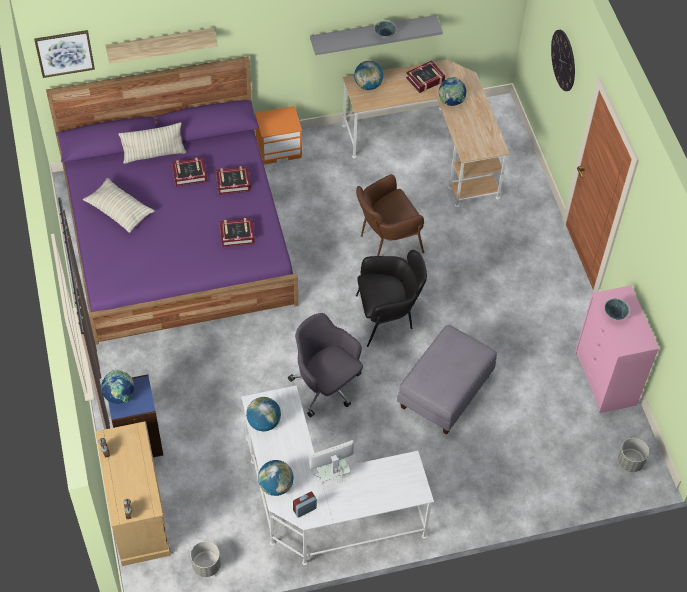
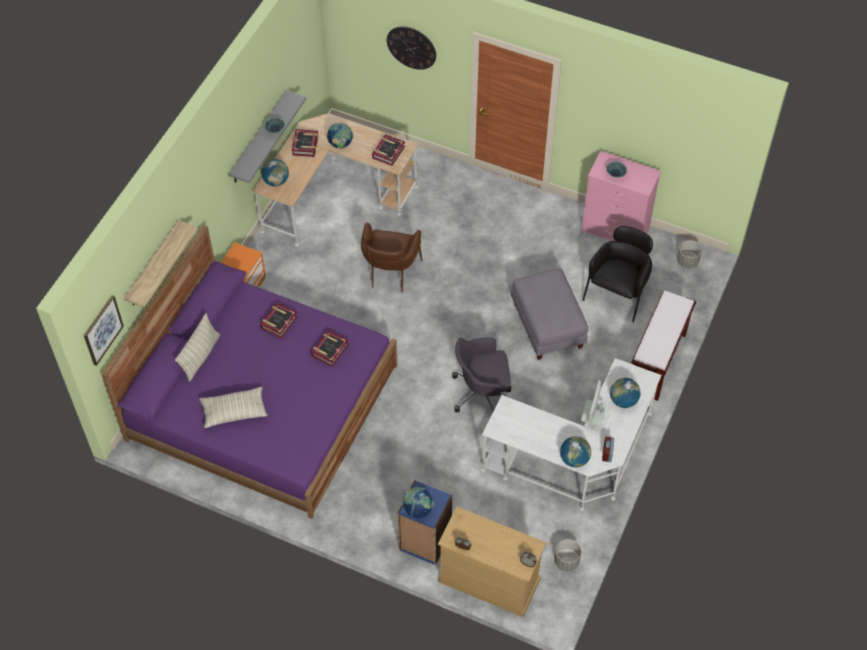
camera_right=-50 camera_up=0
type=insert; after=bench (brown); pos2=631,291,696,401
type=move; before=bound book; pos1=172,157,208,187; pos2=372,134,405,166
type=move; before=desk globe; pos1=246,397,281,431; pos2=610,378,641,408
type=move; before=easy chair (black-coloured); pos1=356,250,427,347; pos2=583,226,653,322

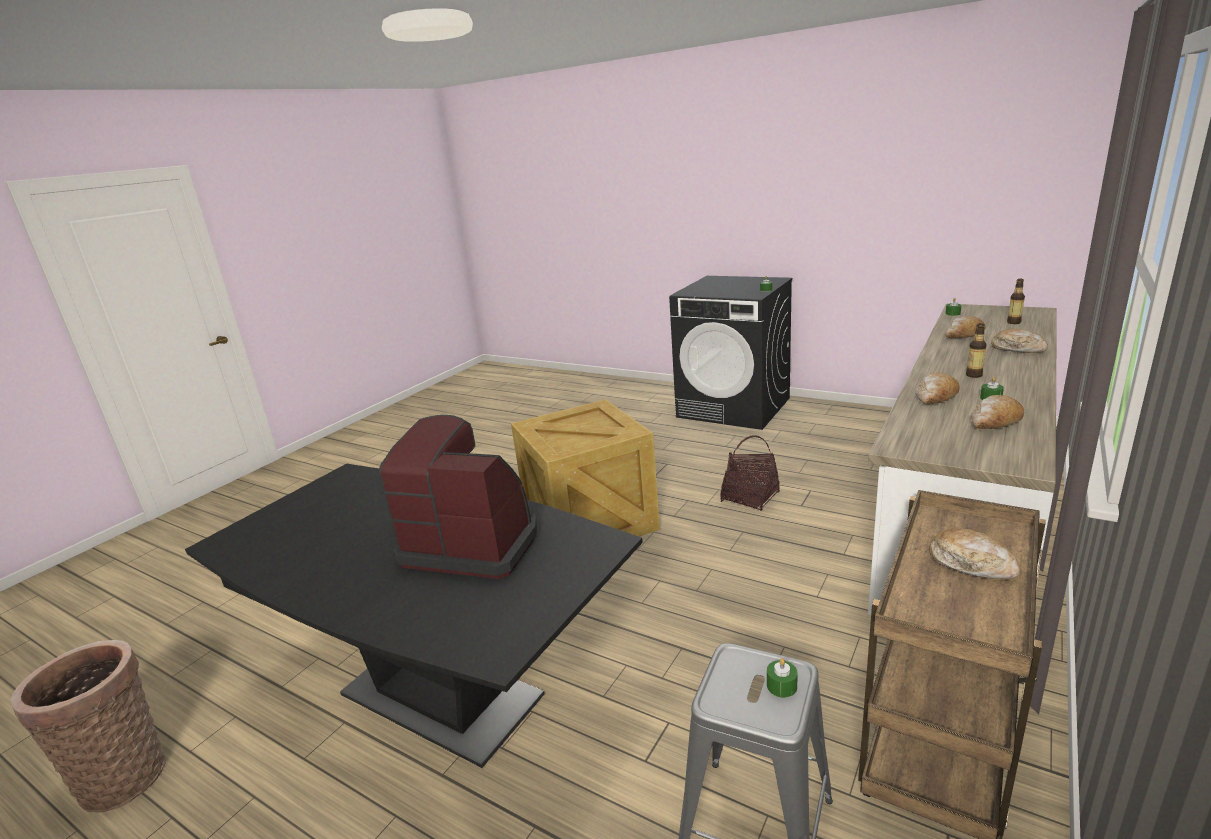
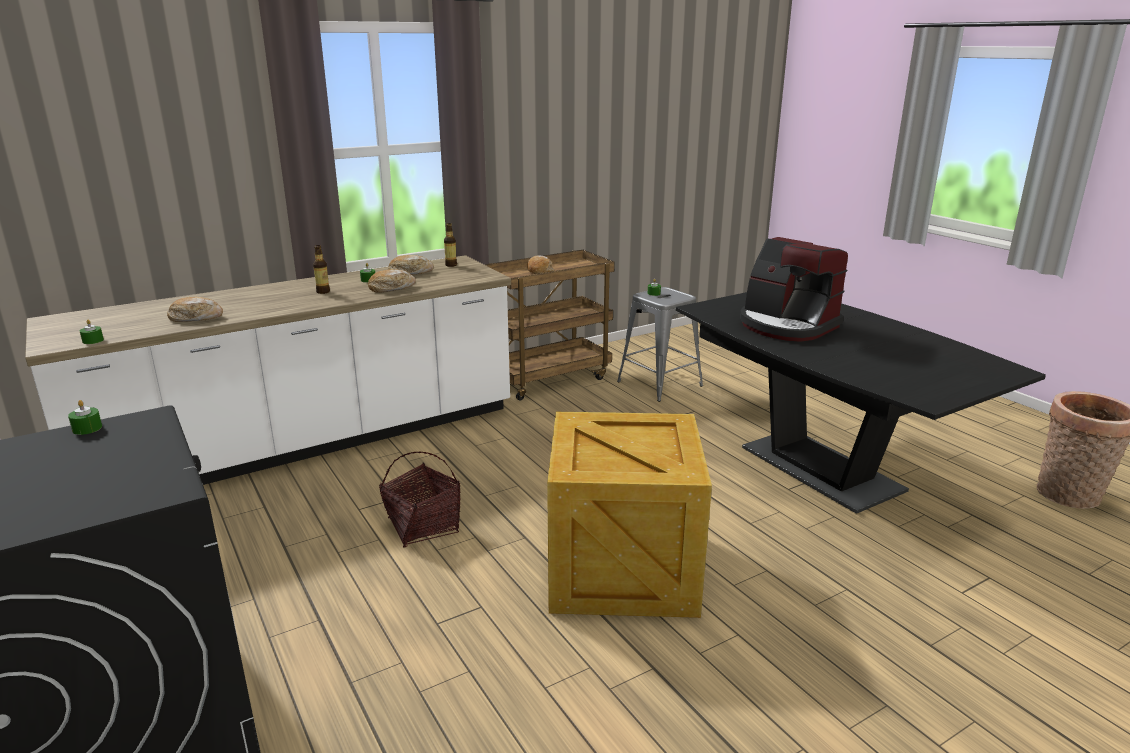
camera_right=-155 camera_up=0
type=delete; before=bakery bread; pos1=991,329,1048,353
type=move; before=bottle; pos1=1007,279,1025,324; pos2=444,223,457,267

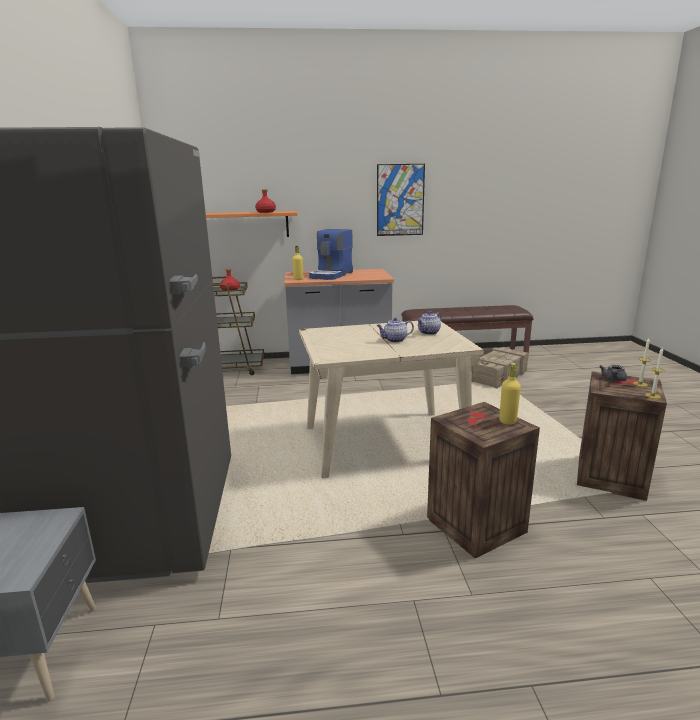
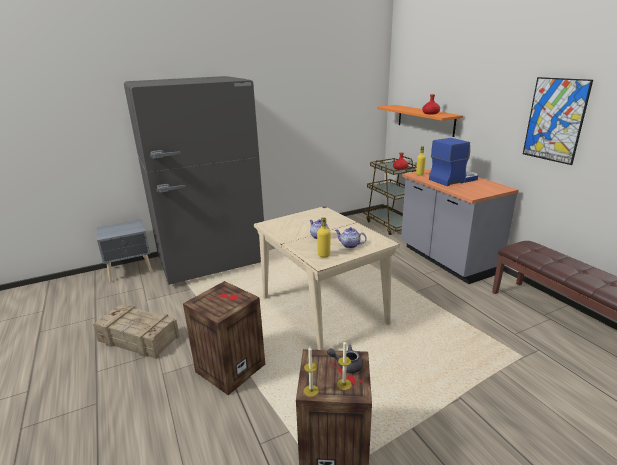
camera_right=70 camera_up=5
type=move; before=shipping crate; pos1=471,347,529,389; pos2=93,305,180,359
type=move; before=bottle (yellowish); pos1=499,363,521,425; pos2=317,217,331,258
type=rotate; before=coffee machine; pos1=309,229,353,280; pos2=429,138,478,186; turn=150

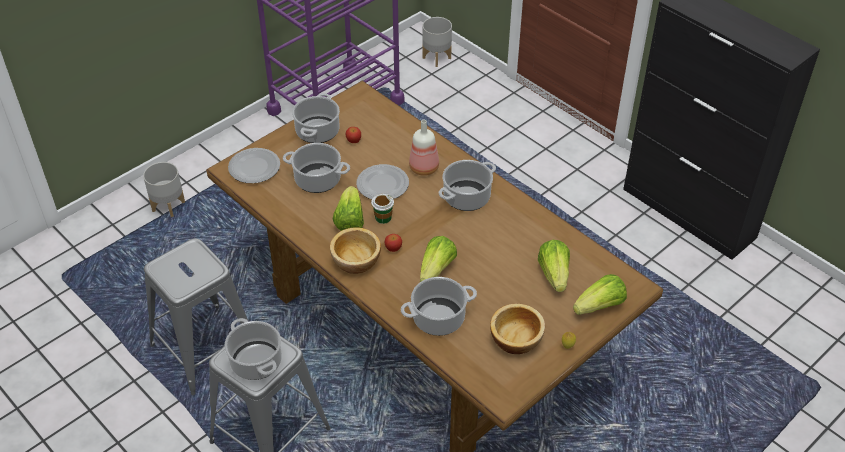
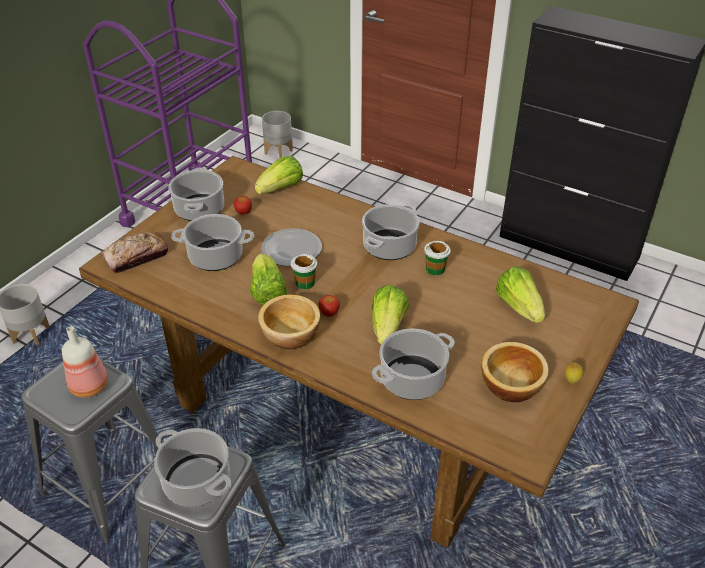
camera_right=-15 camera_up=-5
type=insert; after=drinking cup; pos2=424,241,451,276
type=move; before=bottle; pos1=409,120,439,176; pos2=62,326,108,398
type=move; before=head of lettuce; pos1=573,274,627,315; pos2=255,156,303,194
type=replace; before=dinner plate; after=bakery bread; pos1=228,148,280,183; pos2=102,232,168,273

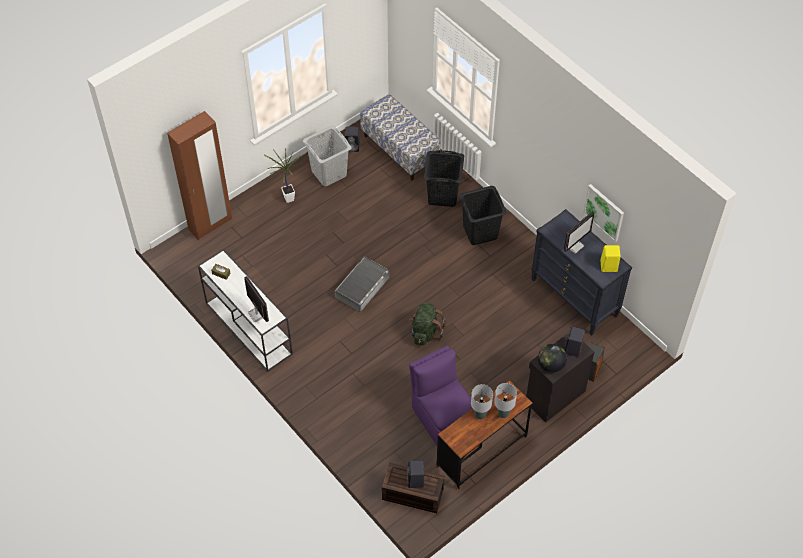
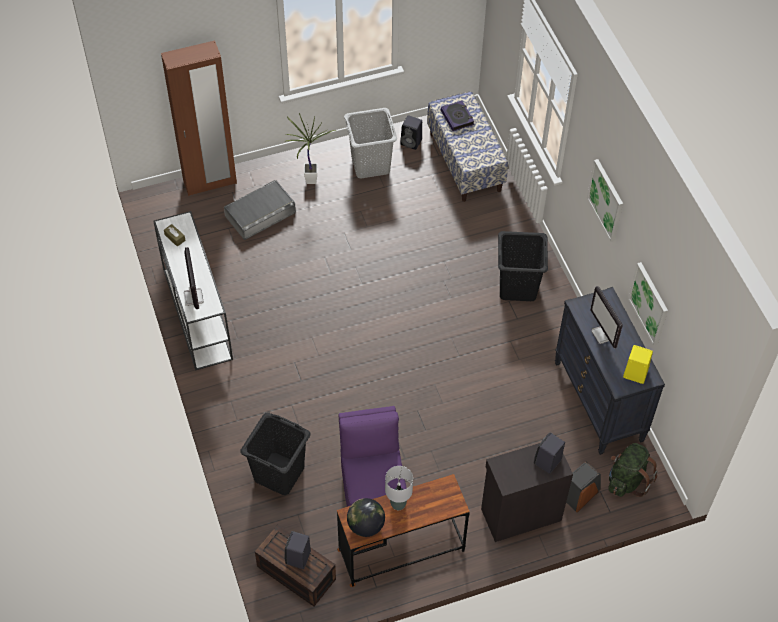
camera_right=20 camera_up=0
type=delete; before=tabletop lamp (greyish); pos1=494,383,517,418
type=insert; after=bound book; pos2=441,101,474,131
type=insert; after=wall picture; pos2=587,159,623,242
type=move; before=storage box (greyish); pos1=335,257,389,312; pos2=224,180,296,240
type=move; before=rucksack (green); pos1=409,303,446,345; pos2=608,443,658,497
type=move; before=washing basket (black-coloured); pos1=424,150,464,207; pos2=240,413,310,495
type=move; before=desk globe; pos1=538,344,567,373; pos2=347,498,385,537
type=rotate; before=monitor; pos1=564,211,595,253; pos2=590,286,623,348; turn=90

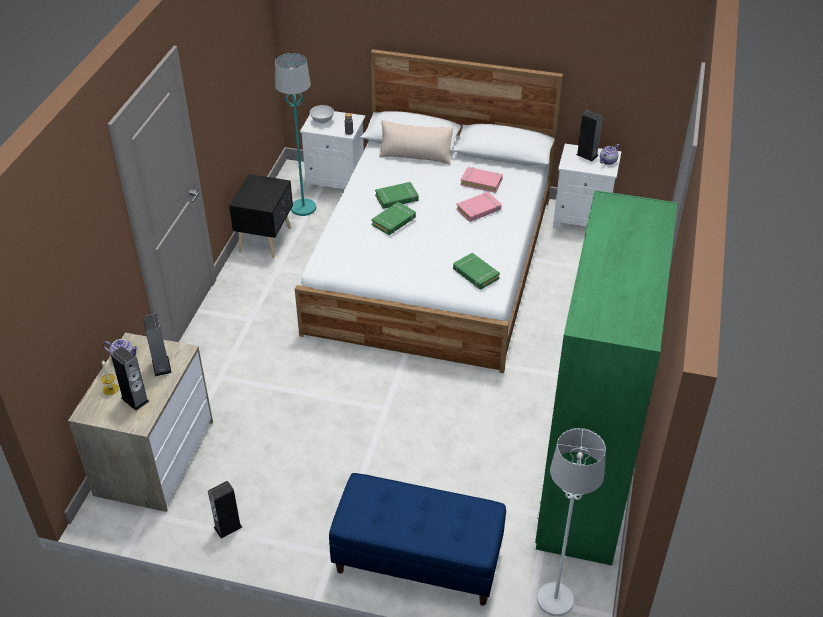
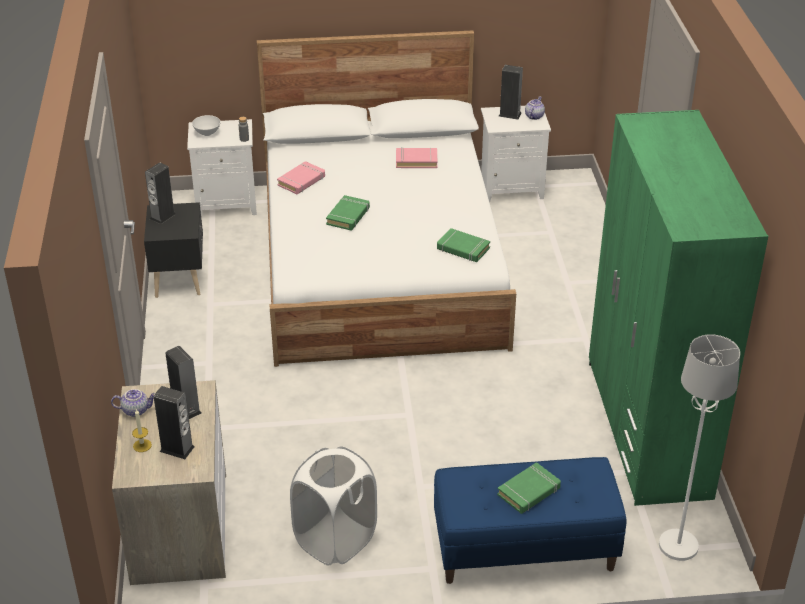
camera_right=-20 camera_up=-5
type=delete; before=standing lamp (turquoise); pos1=275,53,316,216
type=delete; before=cushion (sand-coloured); pos1=379,120,454,165
type=insert; after=washing basket (whitish); pos2=290,446,377,566
type=move; before=loudspeaker; pos1=208,481,242,539; pos2=145,162,176,224
type=move; before=bound book (green); pos1=375,182,419,209; pos2=497,462,561,514
type=move; before=bound book (pink); pos1=456,192,502,222; pos2=277,161,325,194

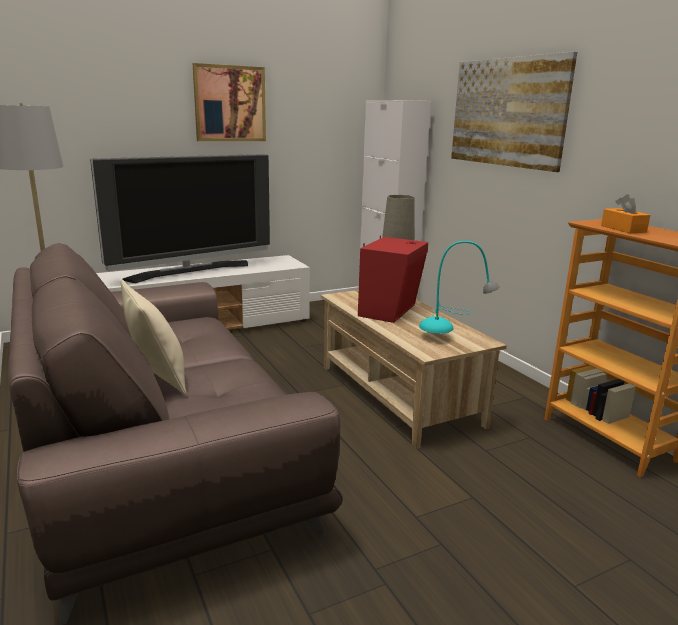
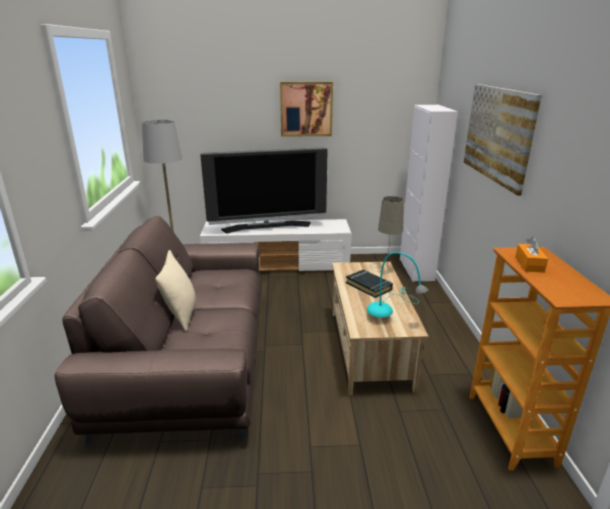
camera_right=25 camera_up=5
type=replace; before=loudspeaker (red); after=bound book (black-coloured); pos1=358,235,428,323; pos2=346,270,393,298

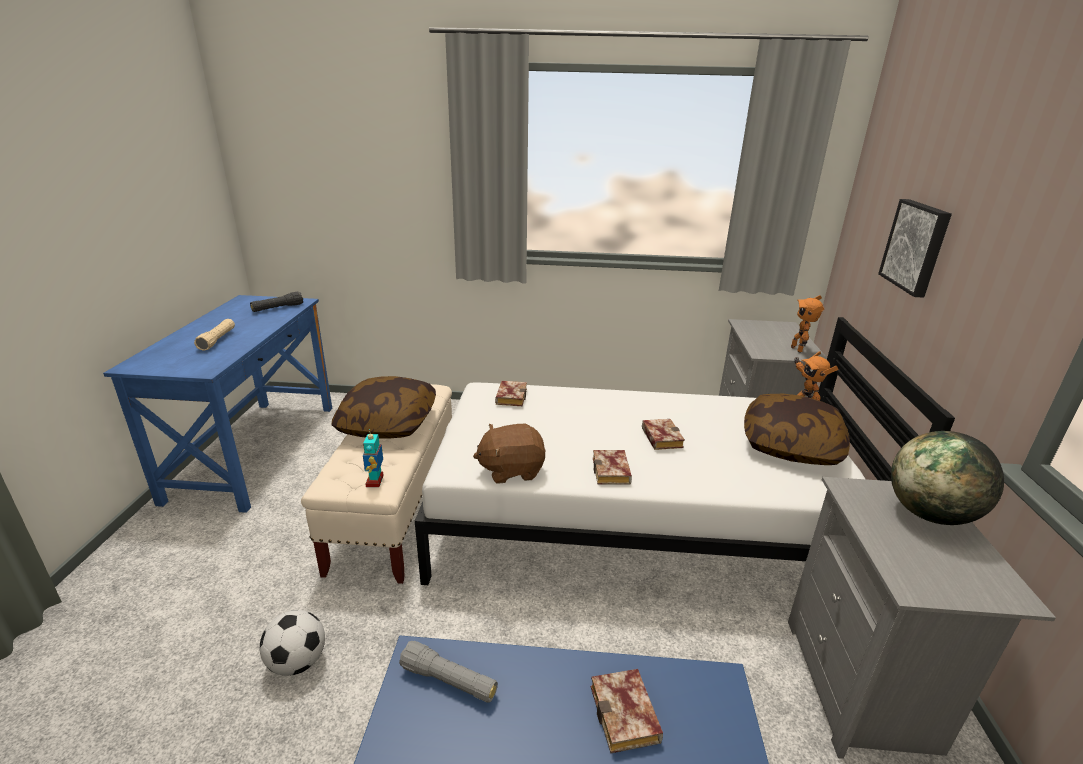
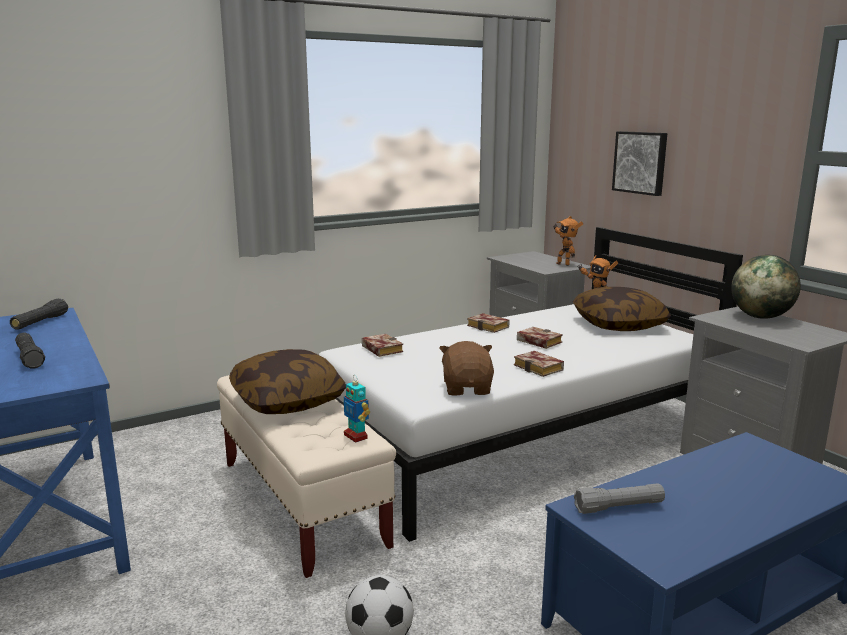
camera_right=-35 camera_up=-10
type=move; before=bound book; pos1=591,669,663,753; pos2=467,313,510,333
type=recolor; before=torch (sand-coloured); after=torch (black-coloured); pos1=194,319,235,351; pos2=15,333,45,369
type=rotate; before=soft toy (brown); pos1=473,424,546,484; pos2=439,341,494,395; turn=135

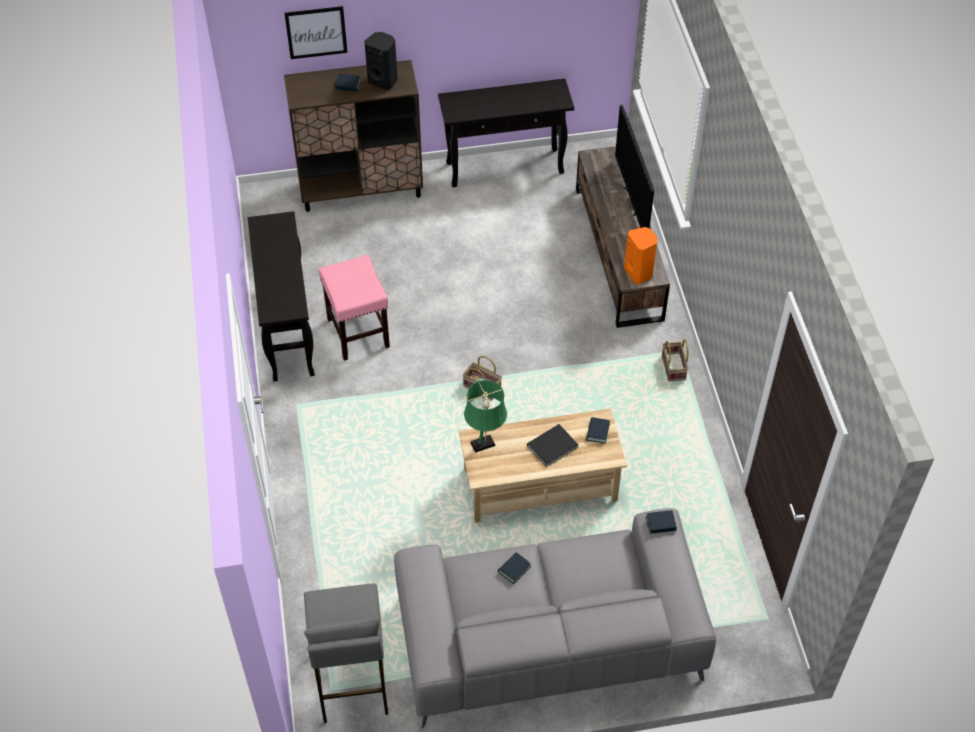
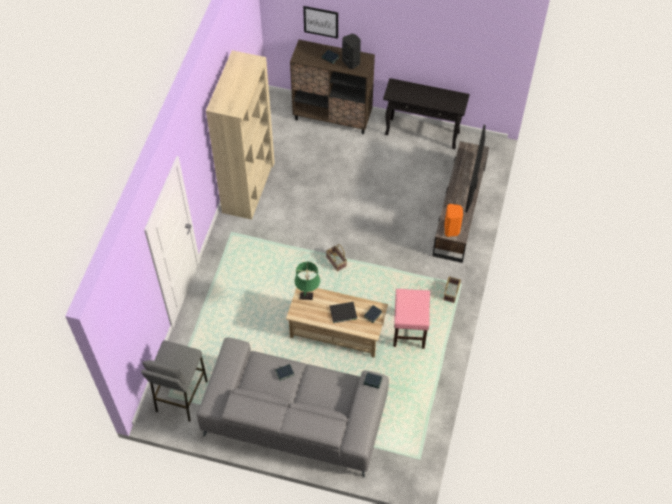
camera_right=25 camera_up=5
type=move; before=stool seat (pink); pos1=319,255,390,361; pos2=393,289,430,349
type=replace; before=console table (black-coloured); after=shelving unit (sand-coloured); pos1=248,211,315,381; pos2=206,50,275,220

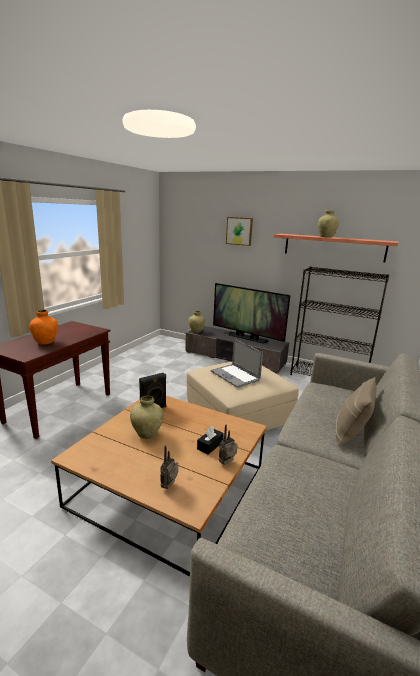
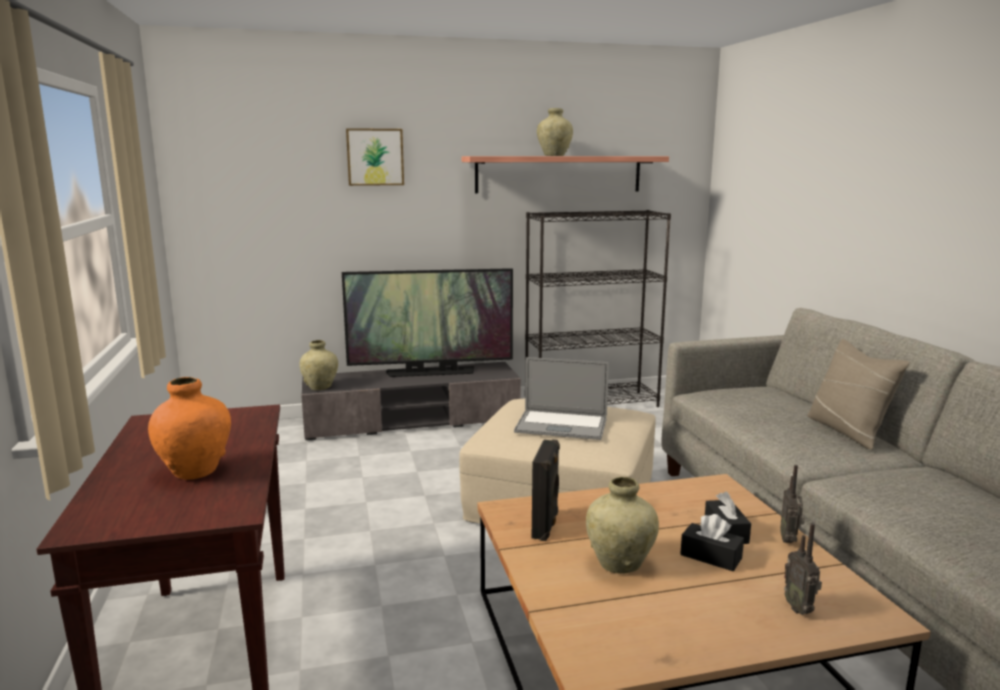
camera_right=-40 camera_up=-5
type=insert; after=box of tissues (black-coloured); pos2=680,514,744,571

